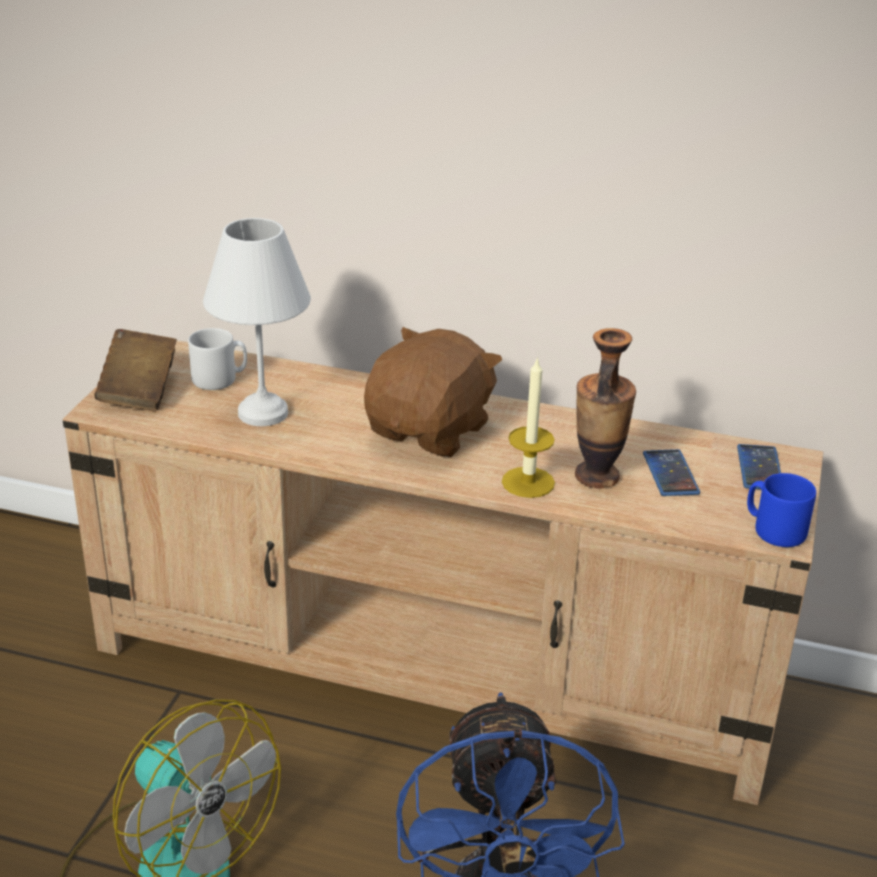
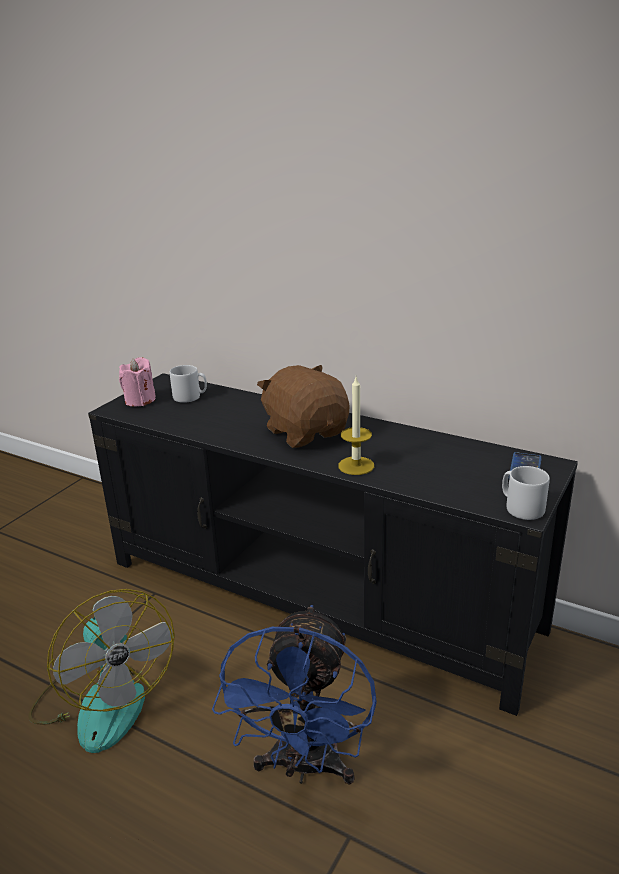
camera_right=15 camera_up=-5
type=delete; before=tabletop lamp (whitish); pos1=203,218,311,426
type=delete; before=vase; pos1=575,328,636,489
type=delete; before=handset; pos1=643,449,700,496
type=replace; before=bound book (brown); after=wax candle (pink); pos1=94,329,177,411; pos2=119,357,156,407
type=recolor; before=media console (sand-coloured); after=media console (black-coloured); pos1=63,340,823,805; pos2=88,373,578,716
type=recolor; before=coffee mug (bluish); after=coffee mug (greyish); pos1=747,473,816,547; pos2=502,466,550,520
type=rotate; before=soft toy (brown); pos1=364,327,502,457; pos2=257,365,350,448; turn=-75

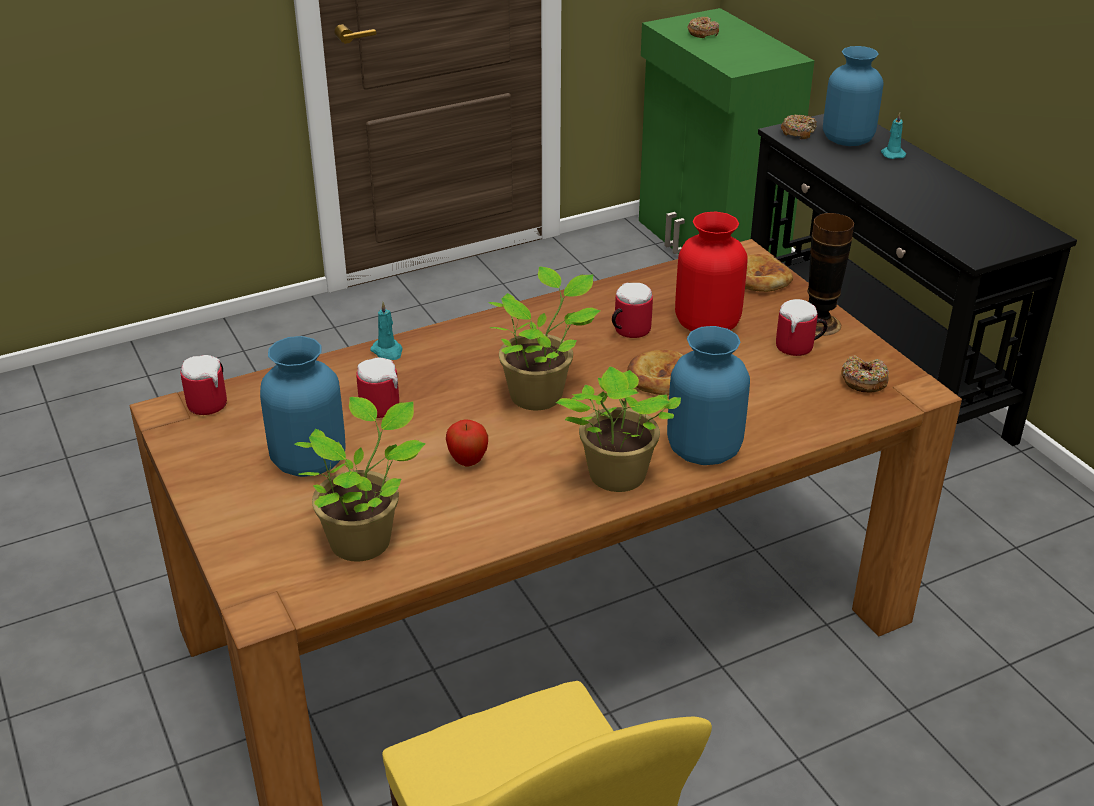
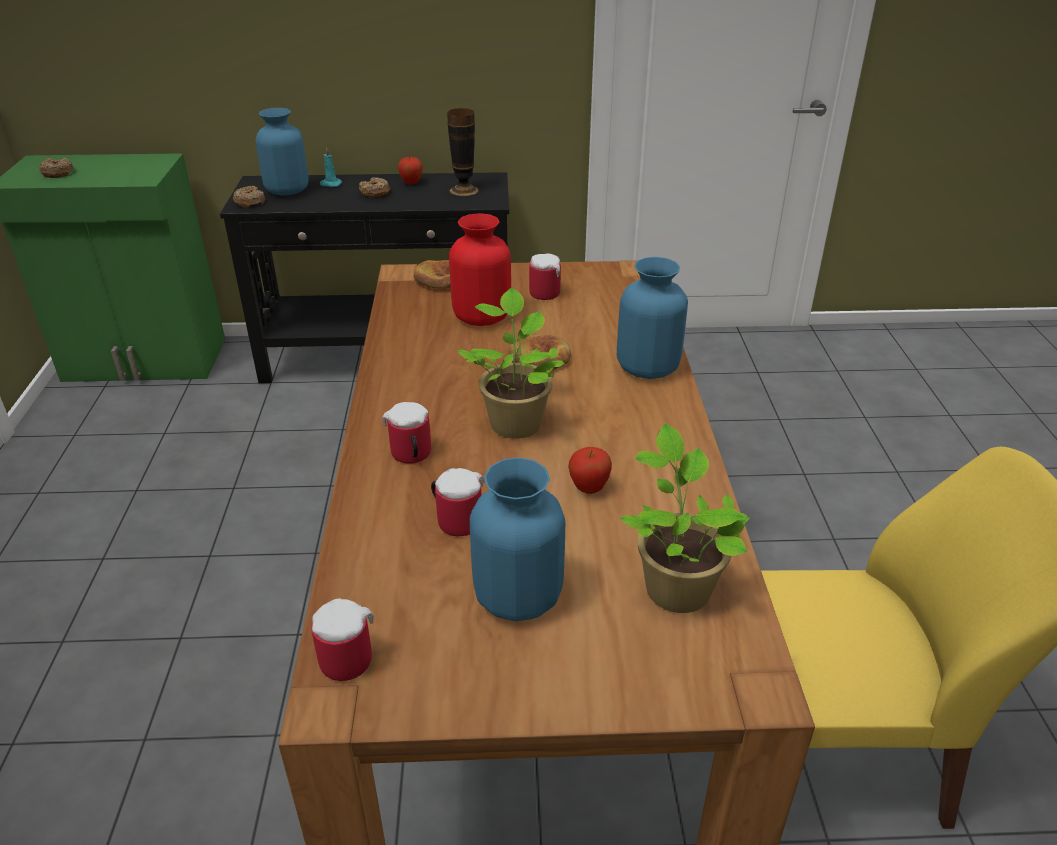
camera_right=-65 camera_up=0
type=delete; before=wax candle (turquoise); pos1=370,302,403,360
type=delete; before=houseplant; pos1=556,367,681,492
type=insert; after=apple fruit; pos2=398,157,423,185
type=move; before=coffee mug; pos1=612,283,653,338; pos2=382,402,431,463
type=move; before=vase; pos1=807,213,854,336; pos2=447,108,479,196
type=move; before=ring doughnut; pos1=841,355,889,392; pos2=359,177,390,198

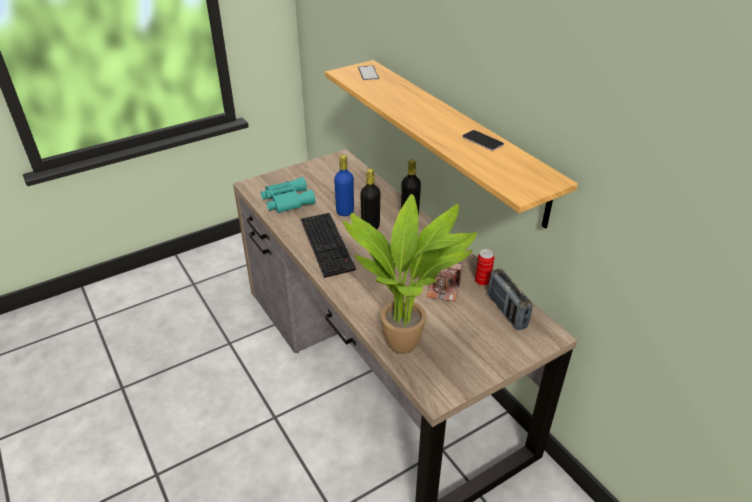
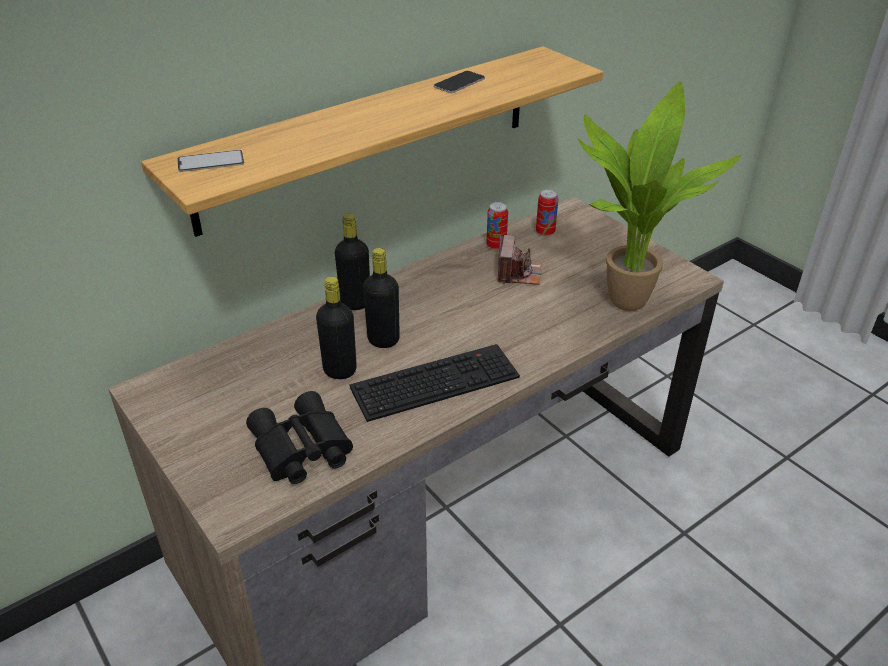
camera_right=-95 camera_up=0
type=replace; before=radio; after=sealed can; pos1=488,269,533,330; pos2=536,189,558,237
type=recolor; before=field glasses (turquoise); after=field glasses (black-coloured); pos1=261,177,316,213; pos2=246,391,353,484
type=recolor; before=bottle (bluish); after=bottle (black-coloured); pos1=334,155,354,216; pos2=316,277,357,379

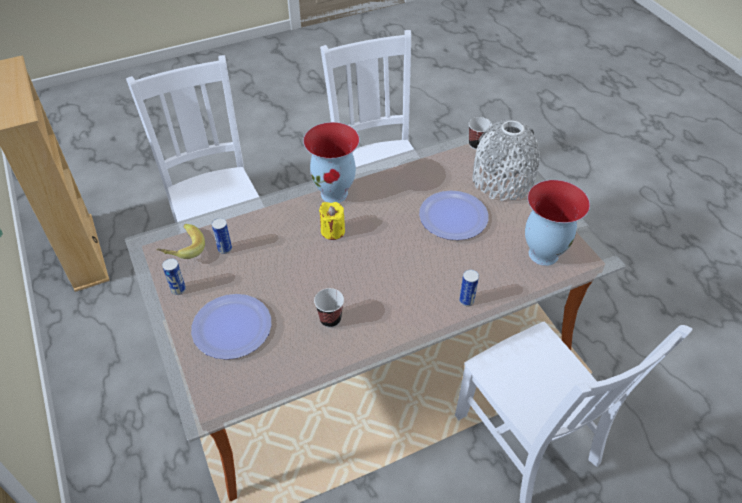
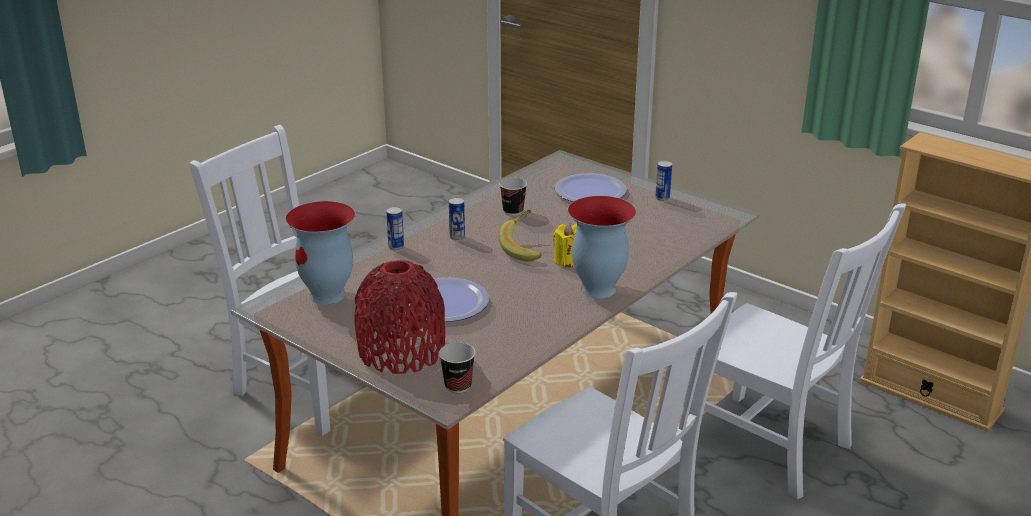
camera_right=155 camera_up=-20
type=move; before=whole banana; pos1=157,224,205,259; pos2=499,209,542,261
type=move; before=sealed can; pos1=212,218,232,254; pos2=449,197,465,240
type=recolor; before=vase (greyish); after=vase (red); pos1=473,120,540,201; pos2=354,260,445,374

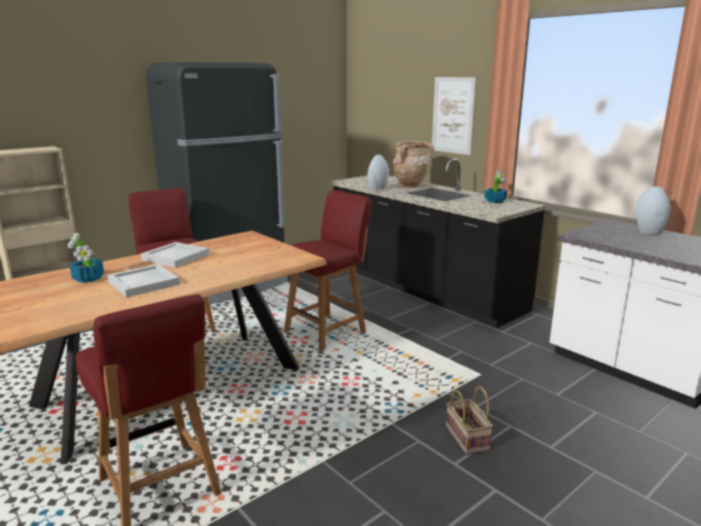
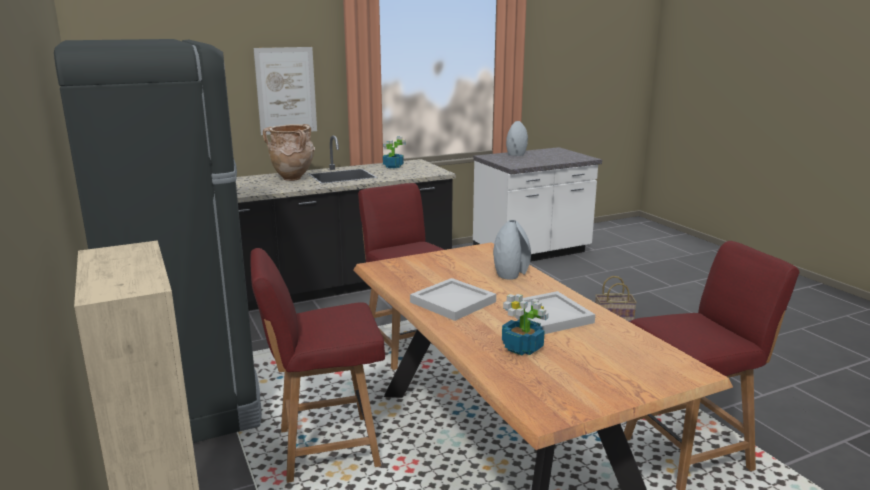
camera_right=-75 camera_up=0
type=move; before=vase (greyish); pos1=367,155,389,190; pos2=493,220,531,280

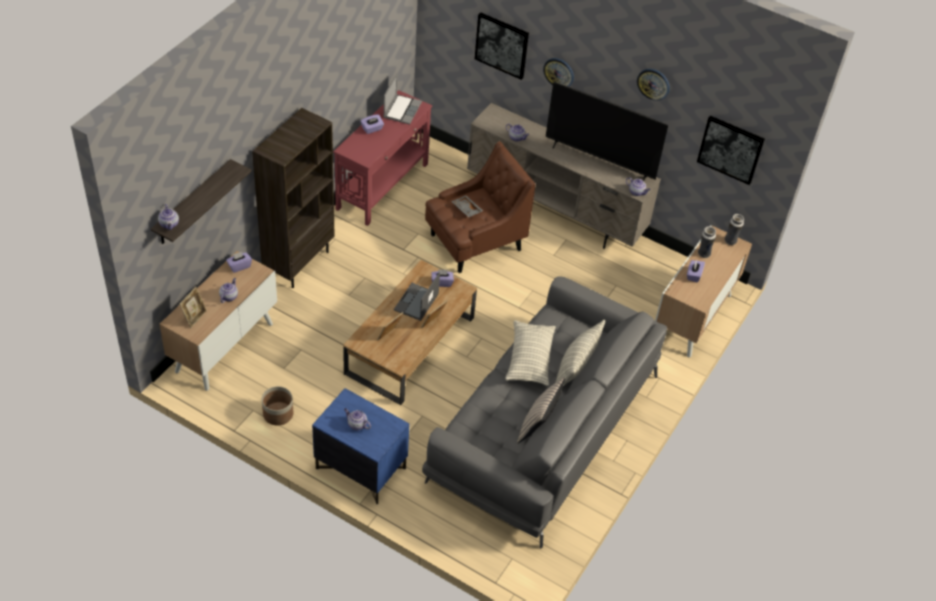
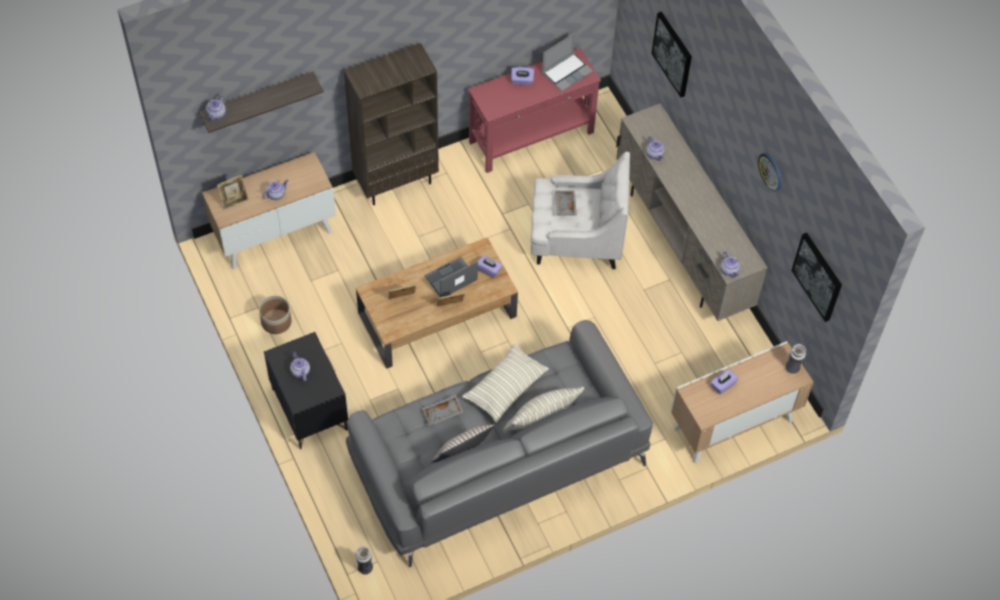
camera_right=35 camera_up=10
type=delete; before=box of tissues (purple); pos1=226,252,252,273
type=delete; before=clock on the wall; pos1=543,58,574,87
type=delete; before=TV set; pos1=546,82,668,181
type=insert; after=serving tray (greyish); pos2=422,395,463,426
type=move; before=vase; pos1=698,226,716,258; pos2=356,546,373,575
type=recolor; before=nightstand (bluish); after=nightstand (black-coloured); pos1=312,388,409,504; pos2=264,332,348,449
type=recolor; before=easy chair (brown); after=easy chair (whitish); pos1=425,141,536,273; pos2=531,152,630,269

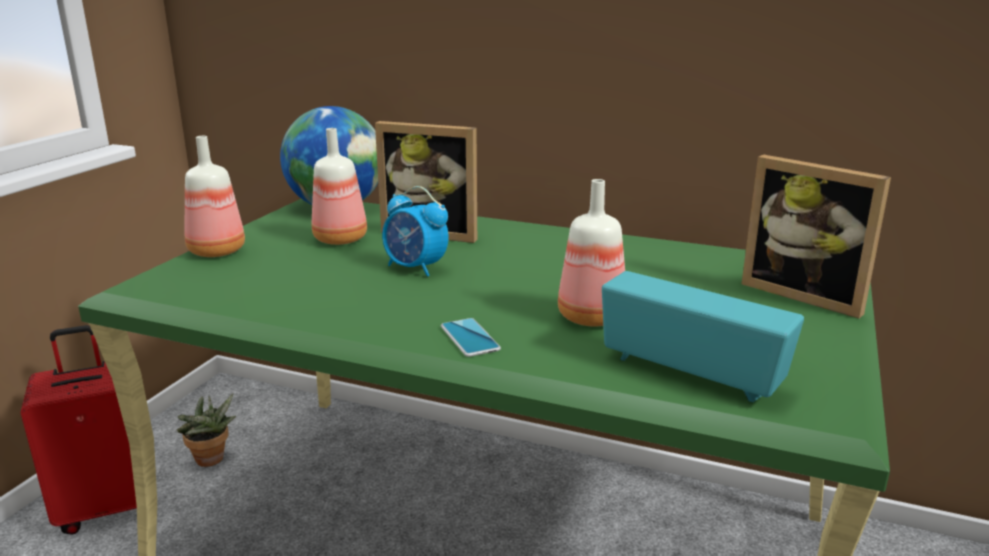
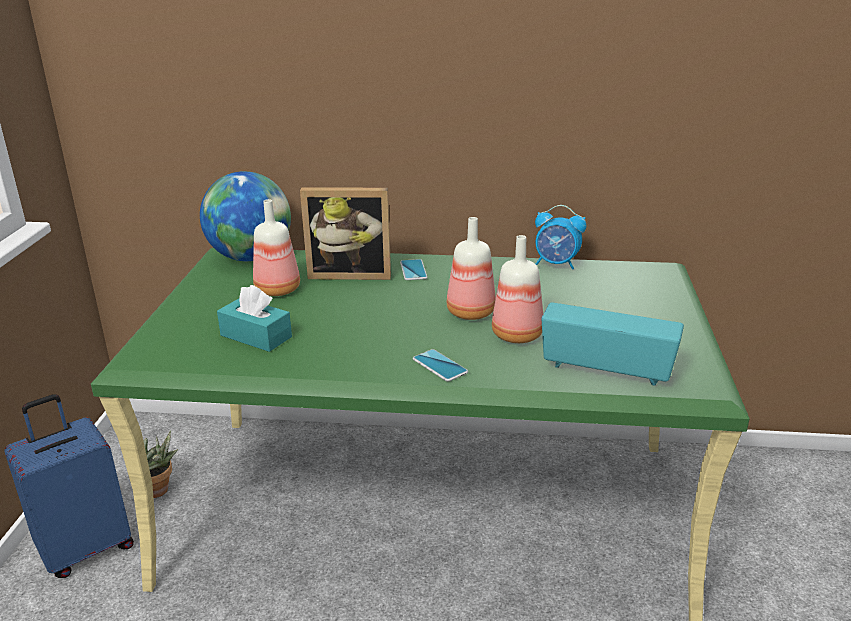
camera_right=-15 camera_up=5
type=delete; before=photo frame; pos1=742,155,891,319
type=insert; after=box of tissues (turquoise); pos2=217,285,292,352
type=insert; after=handset; pos2=400,259,428,280
type=move; before=bottle; pos1=184,136,245,257; pos2=447,217,496,320
type=move; before=bedside clock; pos1=382,186,449,277; pos2=535,205,586,270
type=recolor; before=travel case (red); after=travel case (bluish); pos1=21,325,137,535; pos2=4,394,134,578

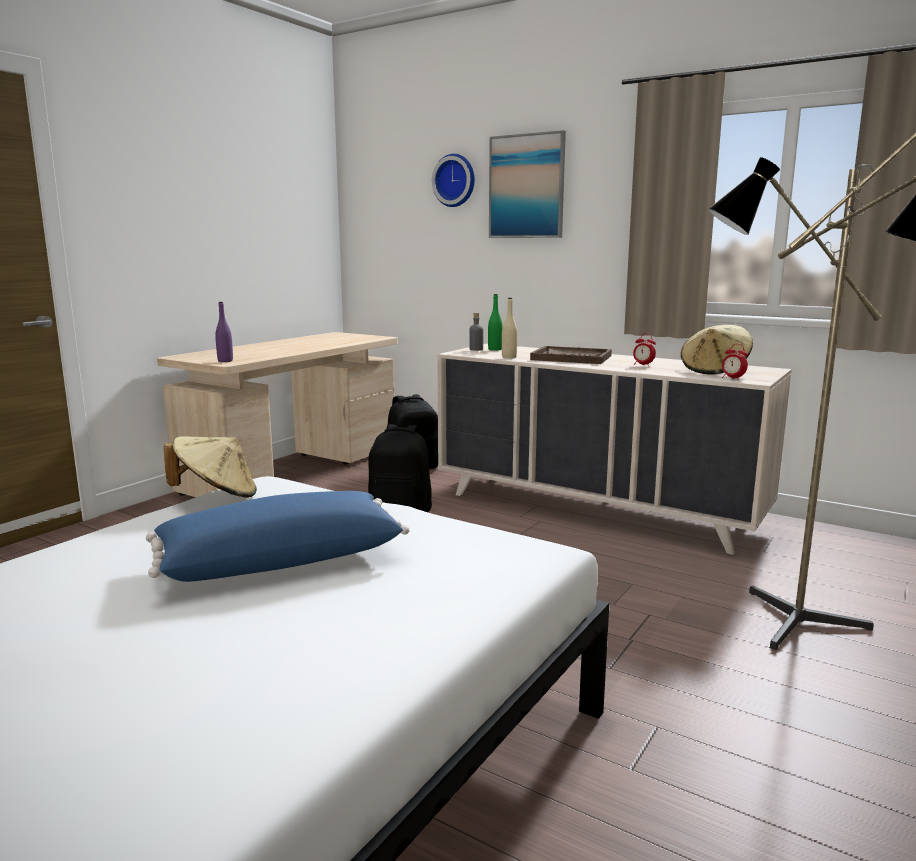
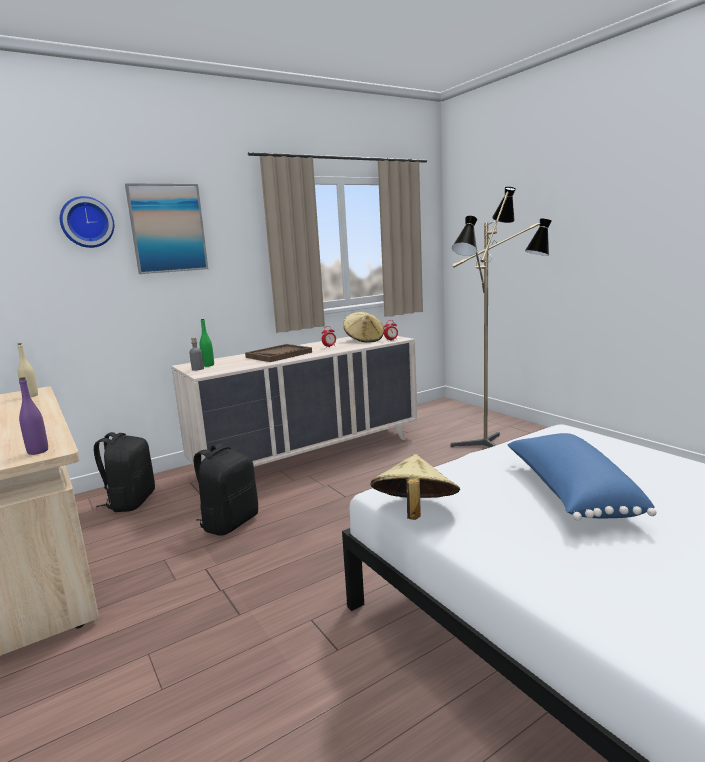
camera_right=-65 camera_up=0
type=move; before=bottle (sand-coloured); pos1=502,298,517,359; pos2=17,343,38,397

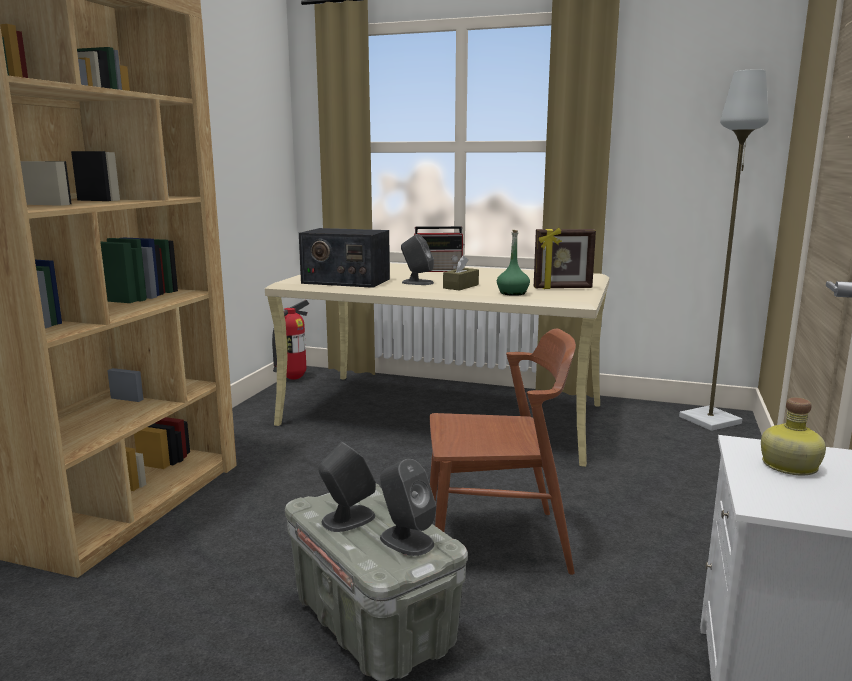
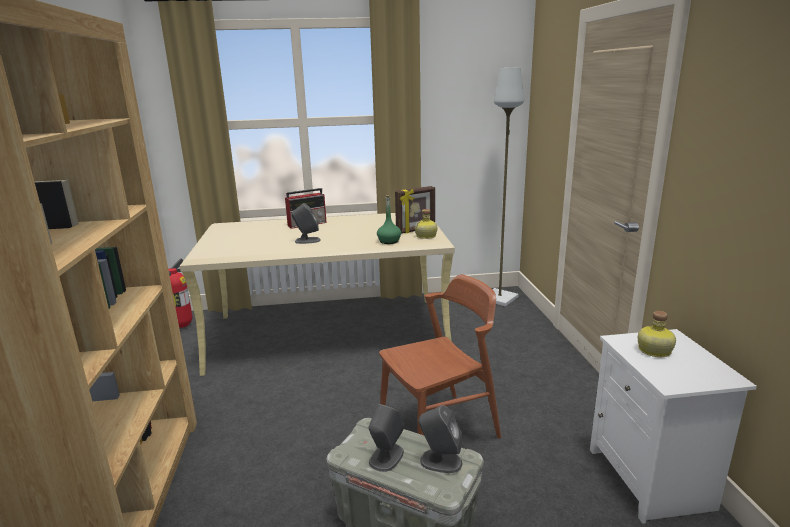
camera_right=-25 camera_up=5
type=delete; before=radio; pos1=299,228,390,288
type=delete; before=box of tissues (brown); pos1=443,256,479,291
type=insert; after=bottle; pos2=415,209,437,239

